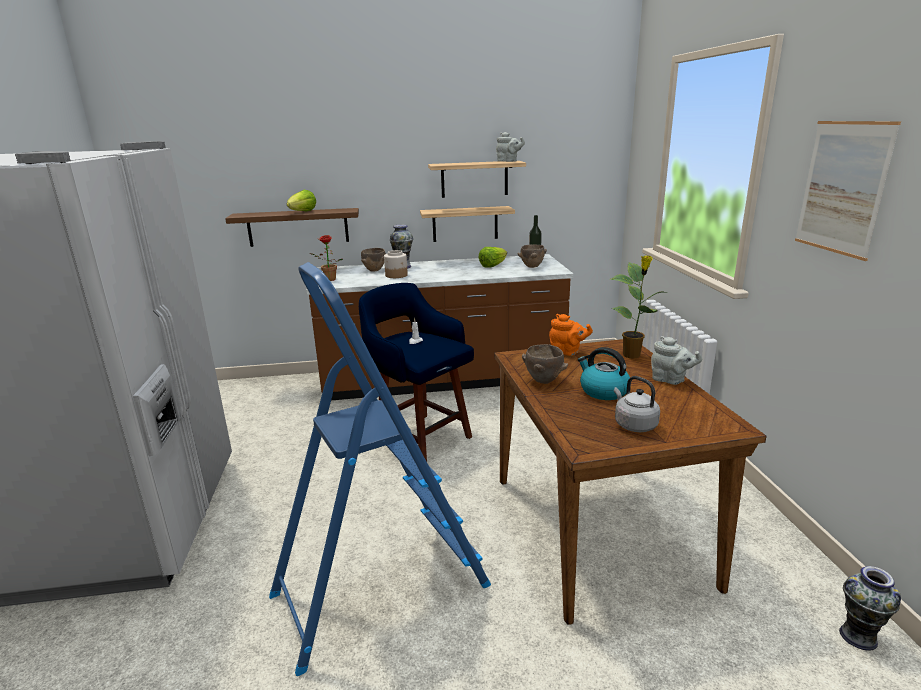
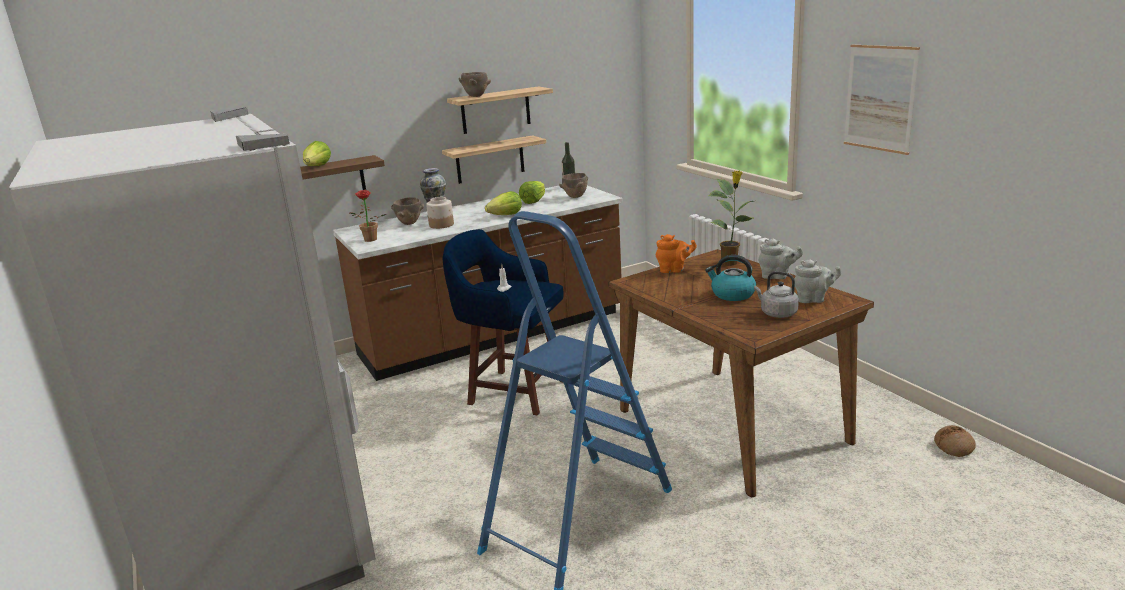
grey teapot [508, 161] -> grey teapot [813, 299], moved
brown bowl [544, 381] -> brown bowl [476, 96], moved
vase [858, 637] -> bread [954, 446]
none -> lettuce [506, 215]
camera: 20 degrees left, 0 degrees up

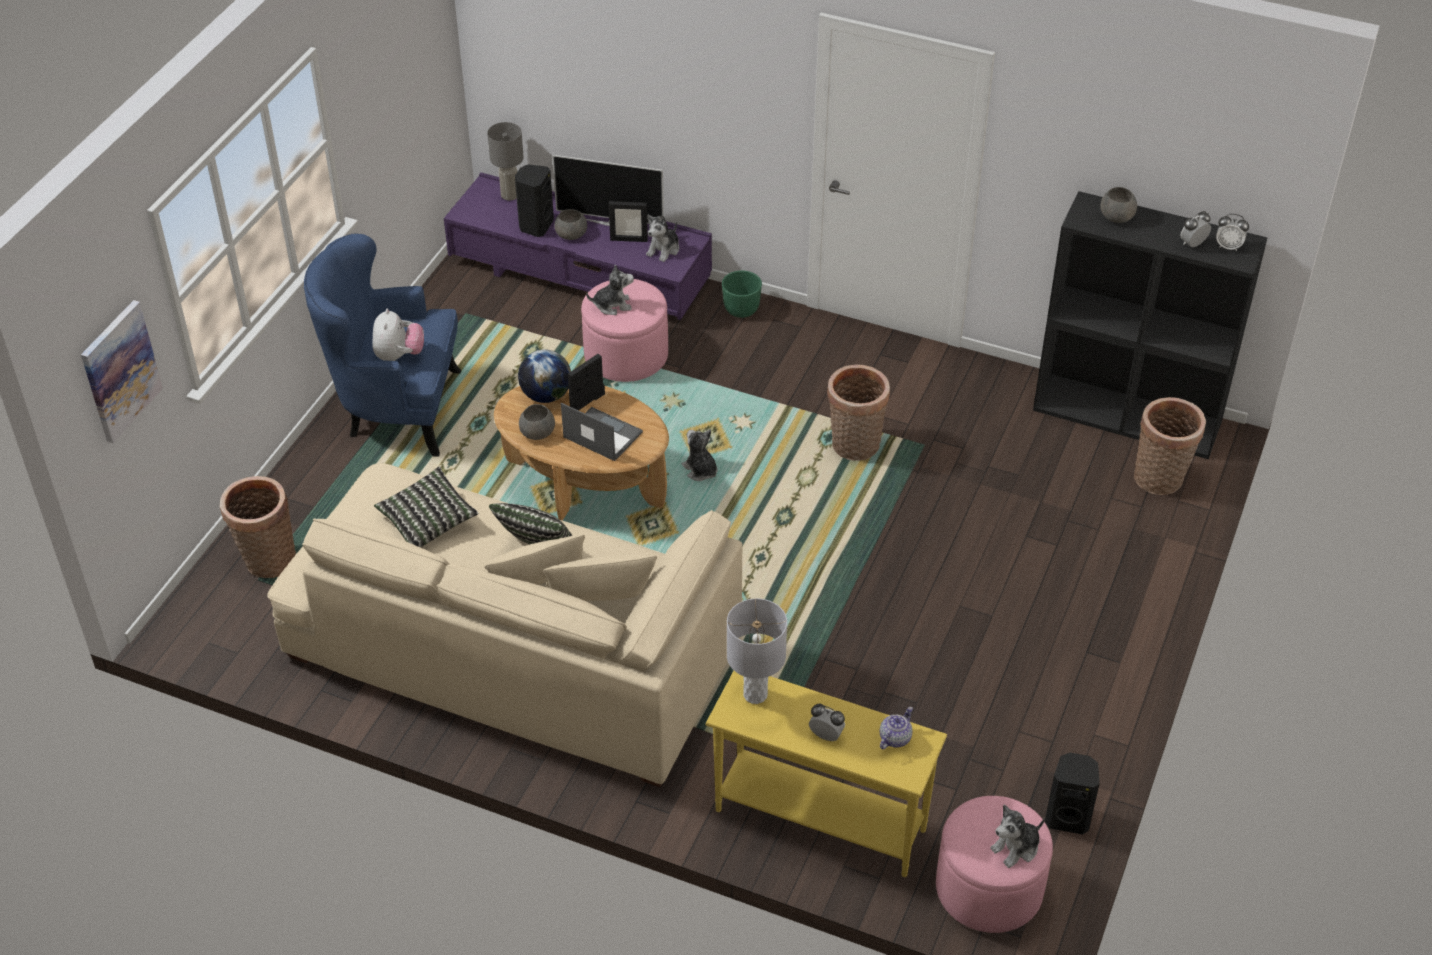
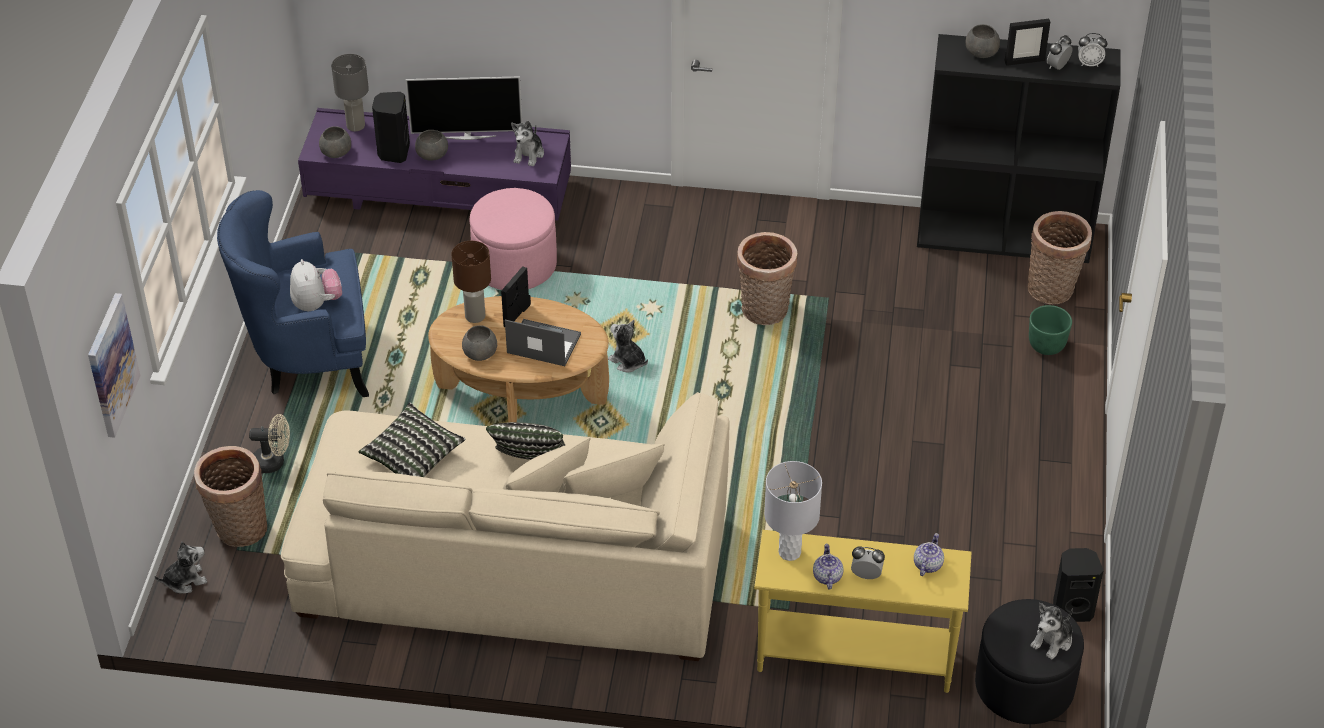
picture frame [629, 239] -> picture frame [1024, 61], moved
plush toy [612, 305] -> plush toy [185, 580], moved
green planter [741, 310] -> green planter [1047, 346], moved
globe [546, 395] -> brown table lamp [474, 316]
pink ottoman [989, 889] -> black ottoman [1024, 686]
none -> grey bowl [335, 152]
none -> beige fan [274, 462]
none -> teapot [827, 576]
camera: 15 degrees left, 0 degrees up

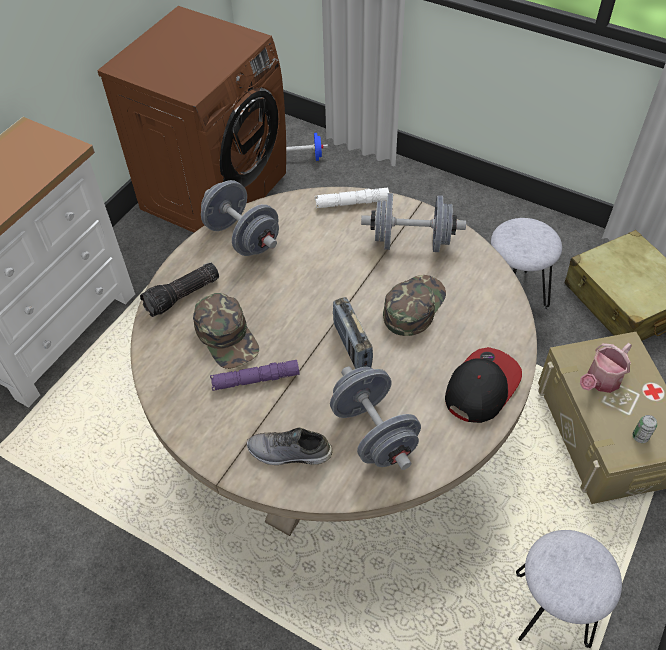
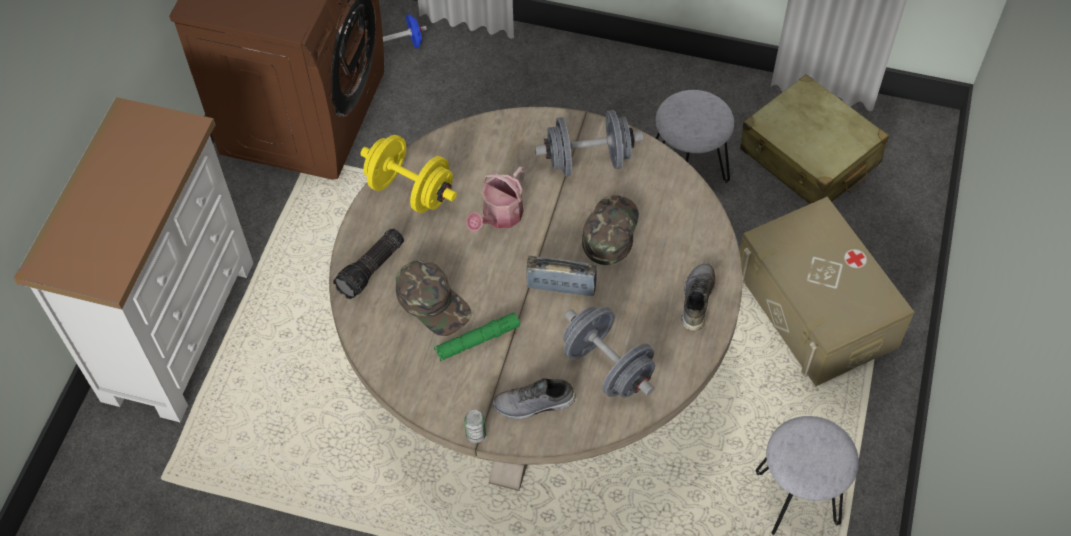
grey dumbbell [242, 237] -> yellow dumbbell [410, 191]
white flashlight [352, 203] -> none
radio [352, 347] -> radio [561, 287], 135 degrees clockwise
watering can [600, 381] -> watering can [499, 217], moved
cap [481, 387] -> grey shoe [696, 300]
purple flashlight [255, 379] -> green flashlight [477, 340]
can [640, 436] -> can [475, 434], moved
camera: 15 degrees left, 5 degrees up

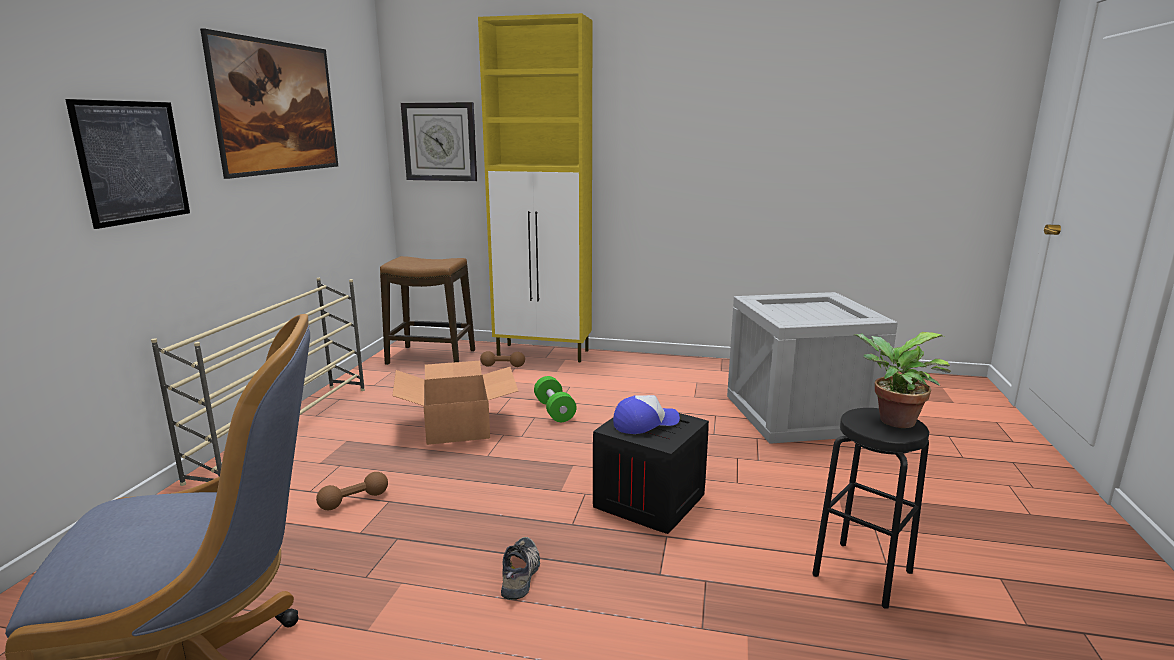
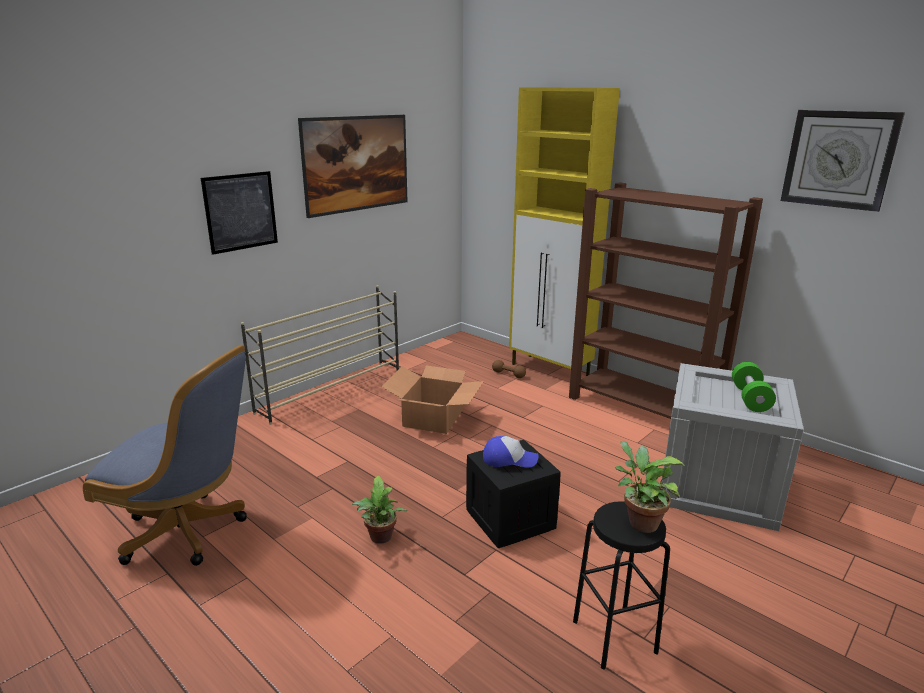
wall clock [440, 142] -> wall clock [839, 159], moved
stool [431, 357] -> none
green dumbbell [554, 411] -> green dumbbell [750, 398], moved
brown dumbbell [354, 501] -> none
shoe [521, 574] -> potted plant [380, 539]
none -> brown bookcase [643, 408]
camera: 30 degrees right, 5 degrees up

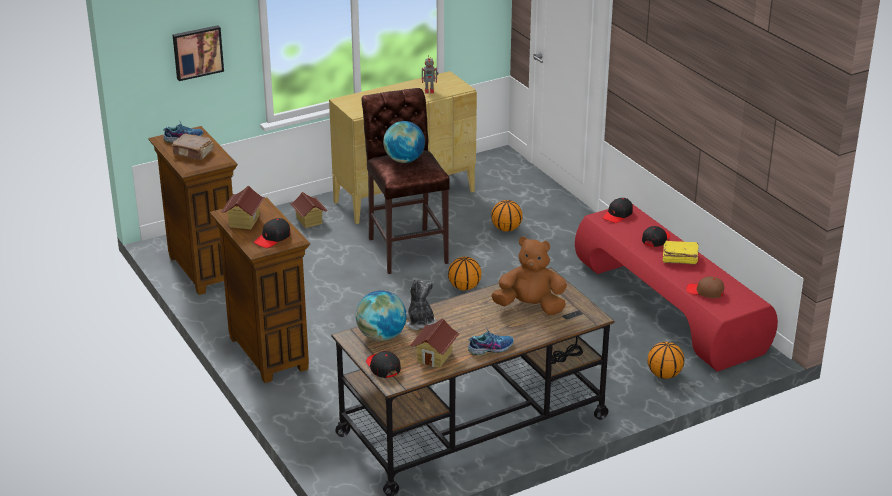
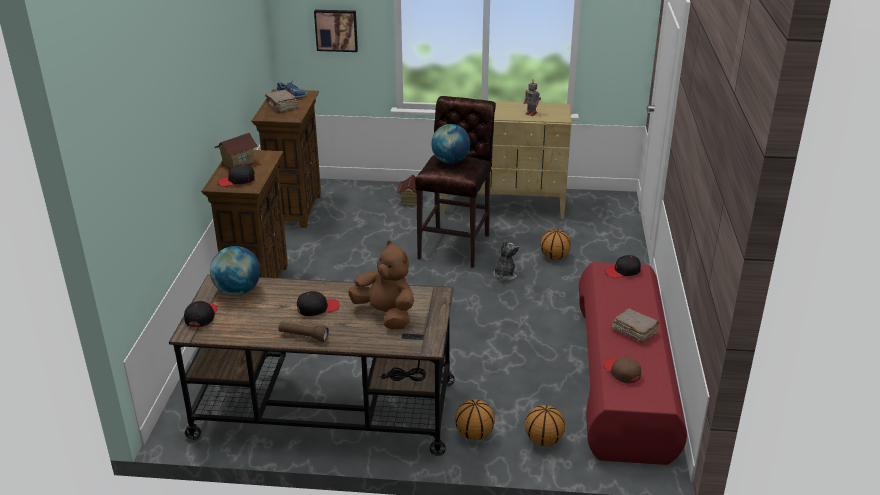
black cap [655, 239] -> black cap [317, 308], moved
yellow book [679, 259] -> brown book [634, 331]
basketball [465, 287] -> basketball [475, 434], moved
plush toy [420, 322] -> plush toy [505, 274], moved
toy house [435, 357] -> none
shoe [490, 348] -> brown flashlight [303, 336]
camera: 35 degrees right, 0 degrees up

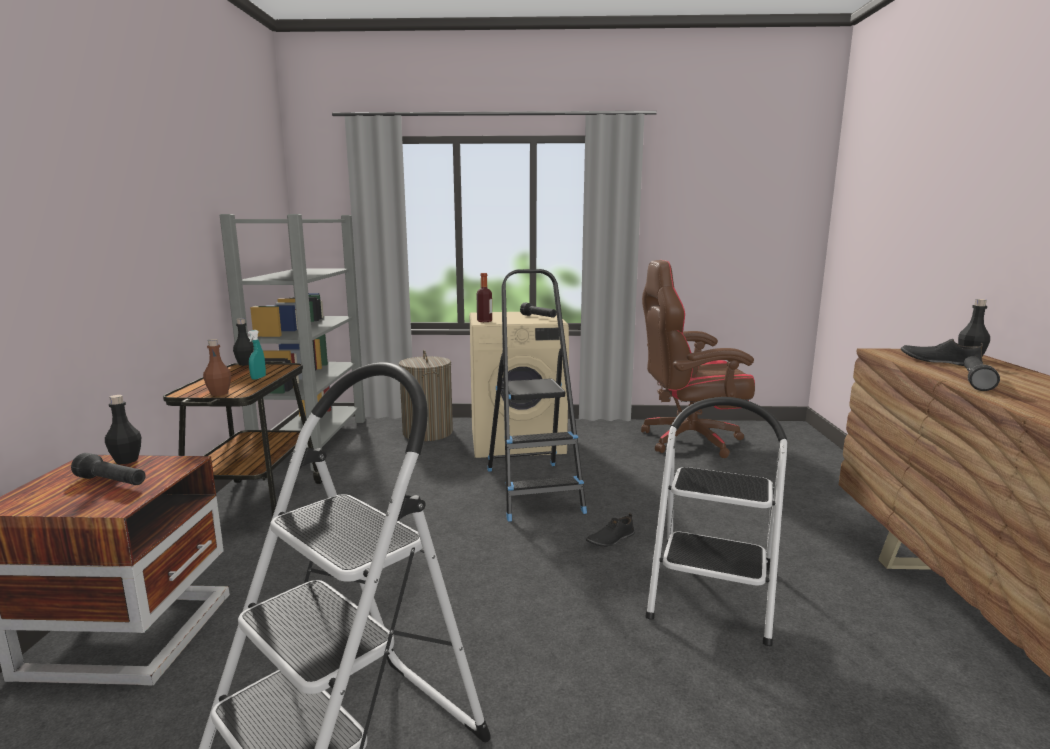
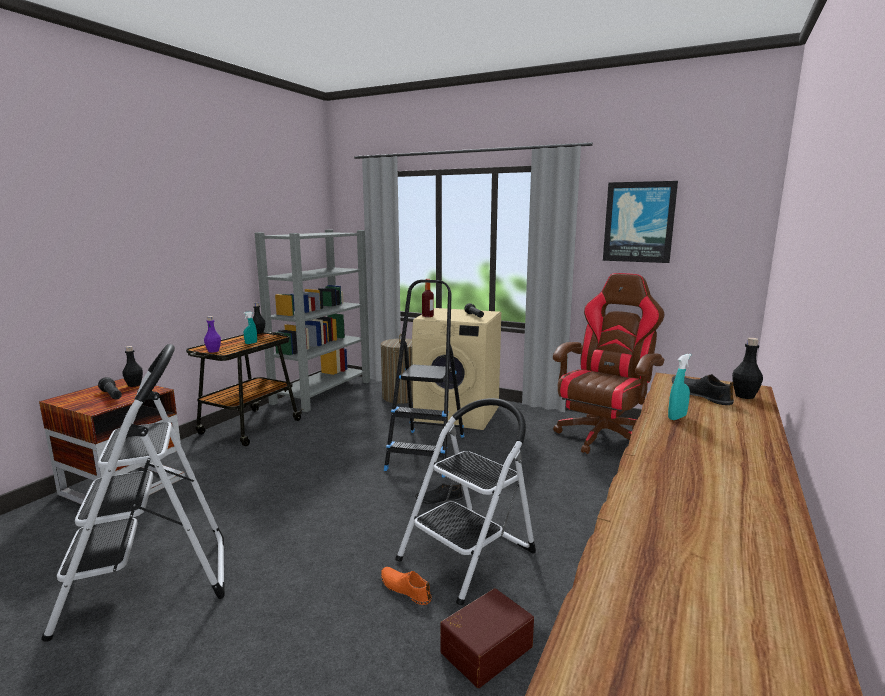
brown office chair [690, 440] -> brown office chair [602, 437], 105 degrees clockwise
brown bottle [219, 393] -> purple bottle [213, 351]
black flashlight [975, 381] -> turquoise spray bottle [677, 417]
none -> picture [639, 222]
none -> orange shoe [405, 589]
none -> brown storage box [485, 648]
camera: 25 degrees right, 0 degrees up

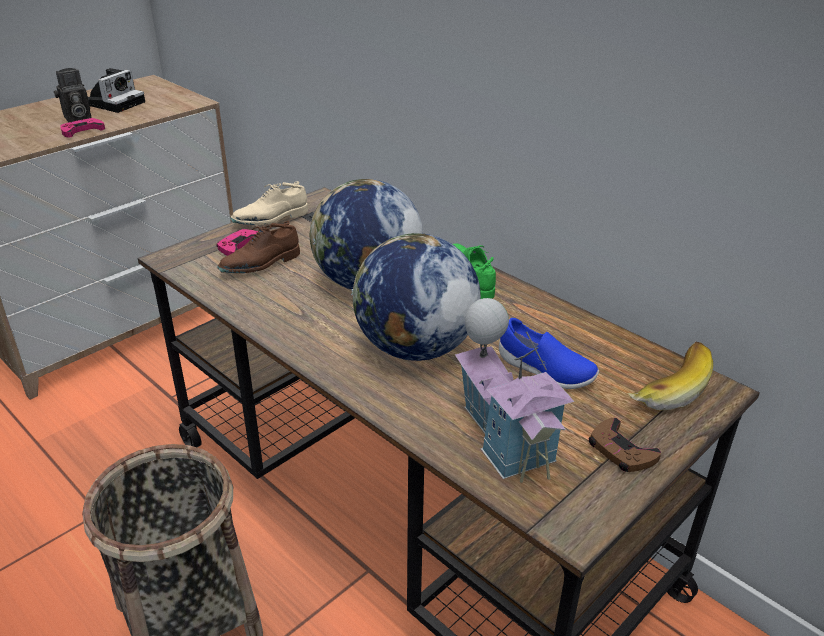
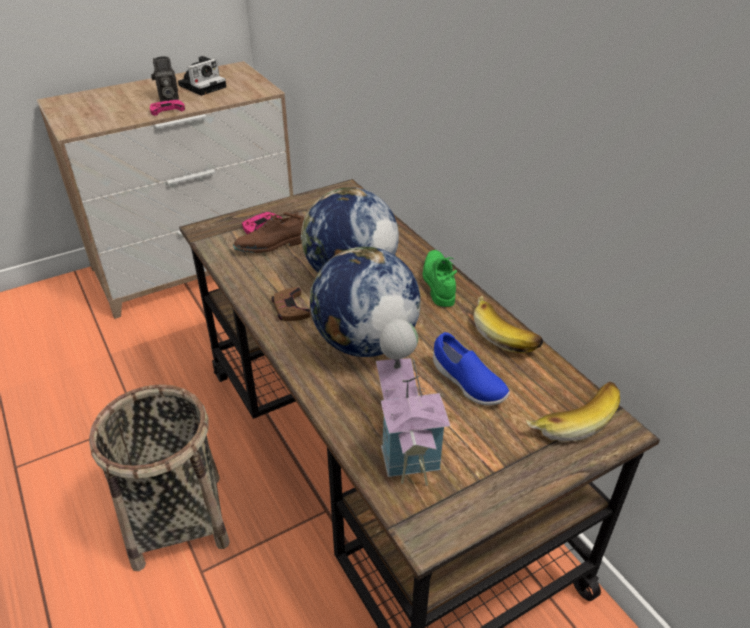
beige shoe [271, 219] -> none
brown game controller [621, 451] -> brown game controller [290, 308], moved
none -> banana [506, 334]
camera: 15 degrees right, 5 degrees up

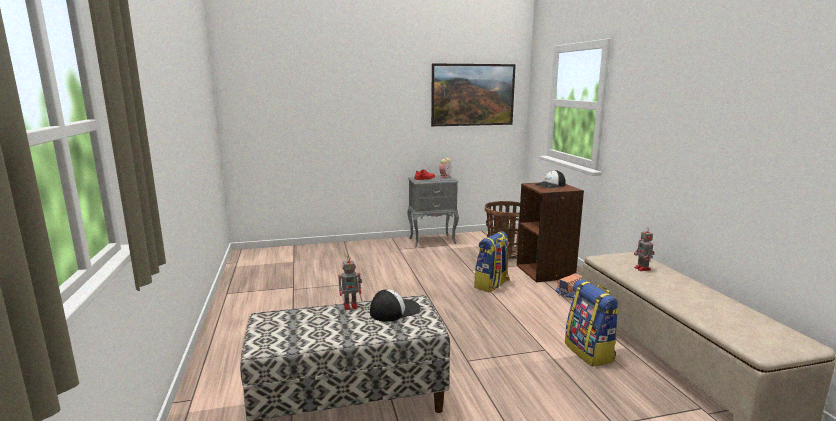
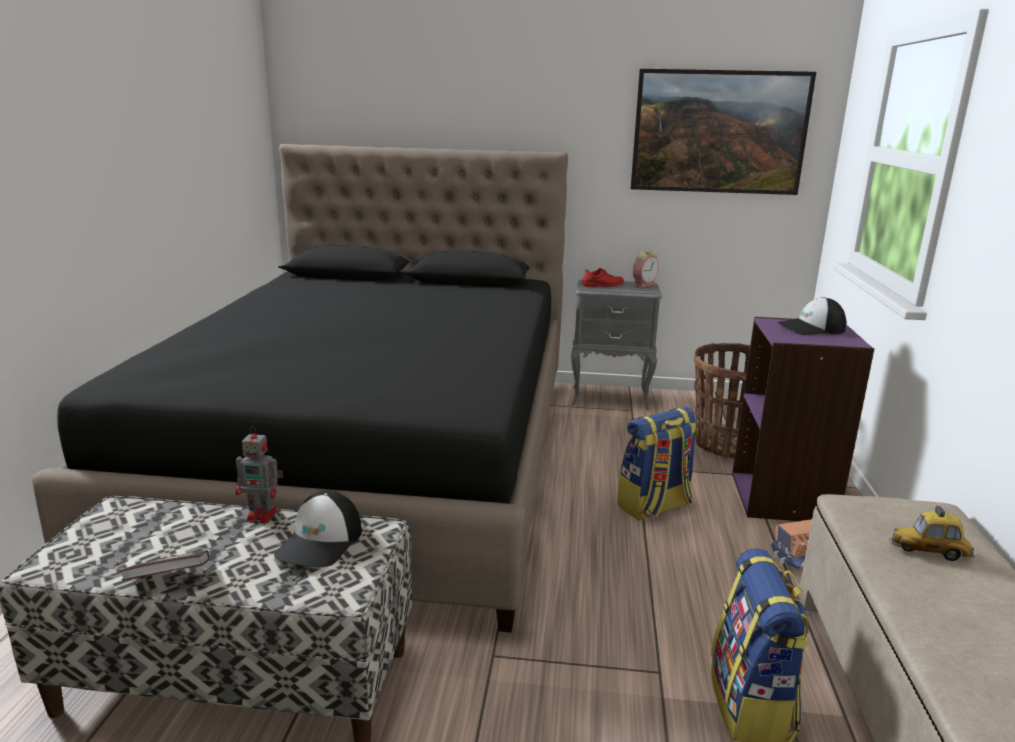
brown bookcase [546, 272] -> purple bookcase [783, 498]
toy robot [643, 269] -> toy car [929, 552]
cap [394, 310] -> cap [321, 542], 120 degrees clockwise
none -> black bed [376, 459]
none -> book [169, 579]
camera: 20 degrees right, 5 degrees up

